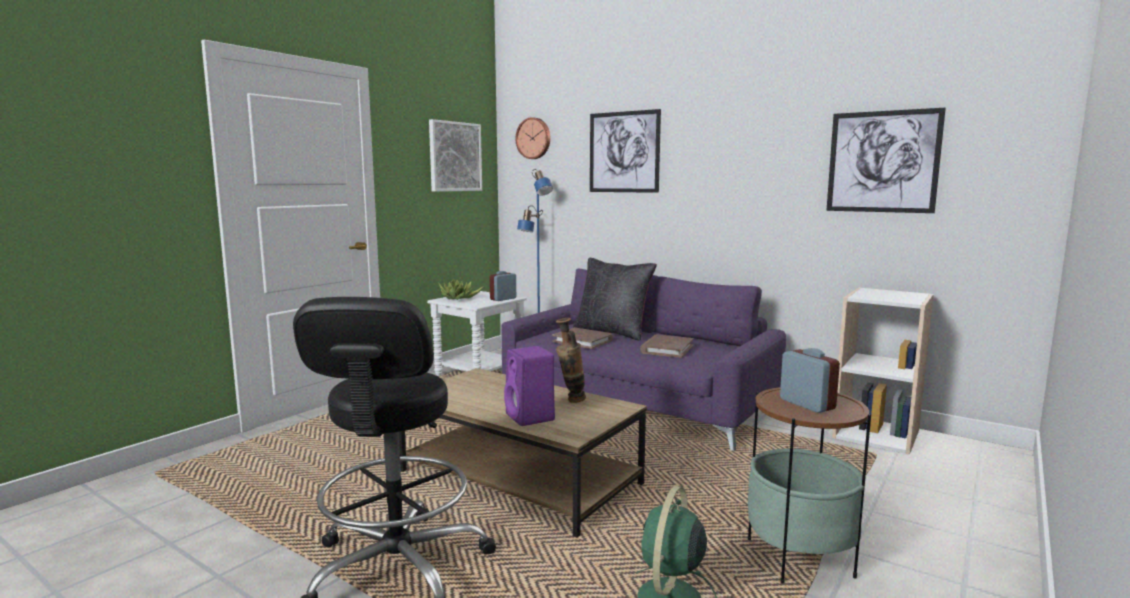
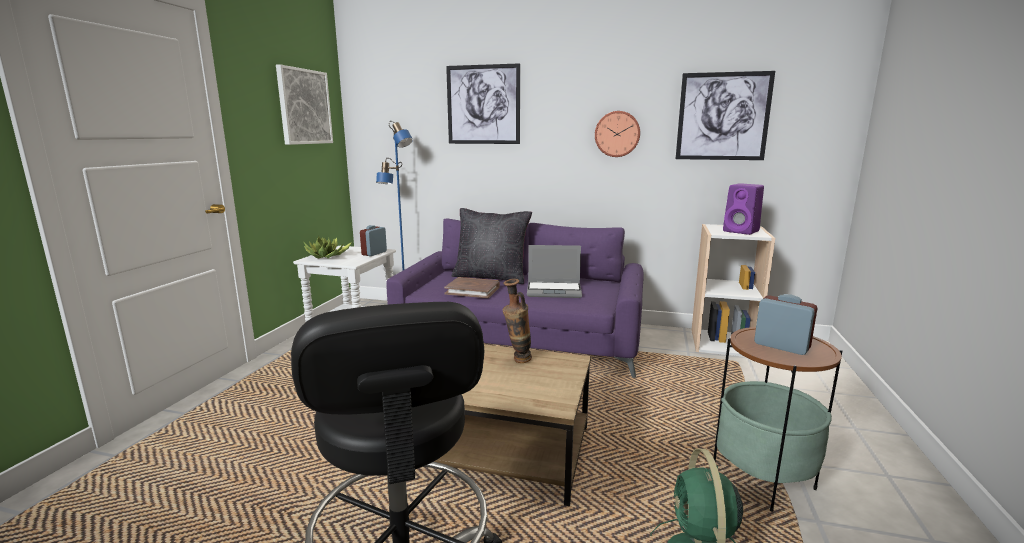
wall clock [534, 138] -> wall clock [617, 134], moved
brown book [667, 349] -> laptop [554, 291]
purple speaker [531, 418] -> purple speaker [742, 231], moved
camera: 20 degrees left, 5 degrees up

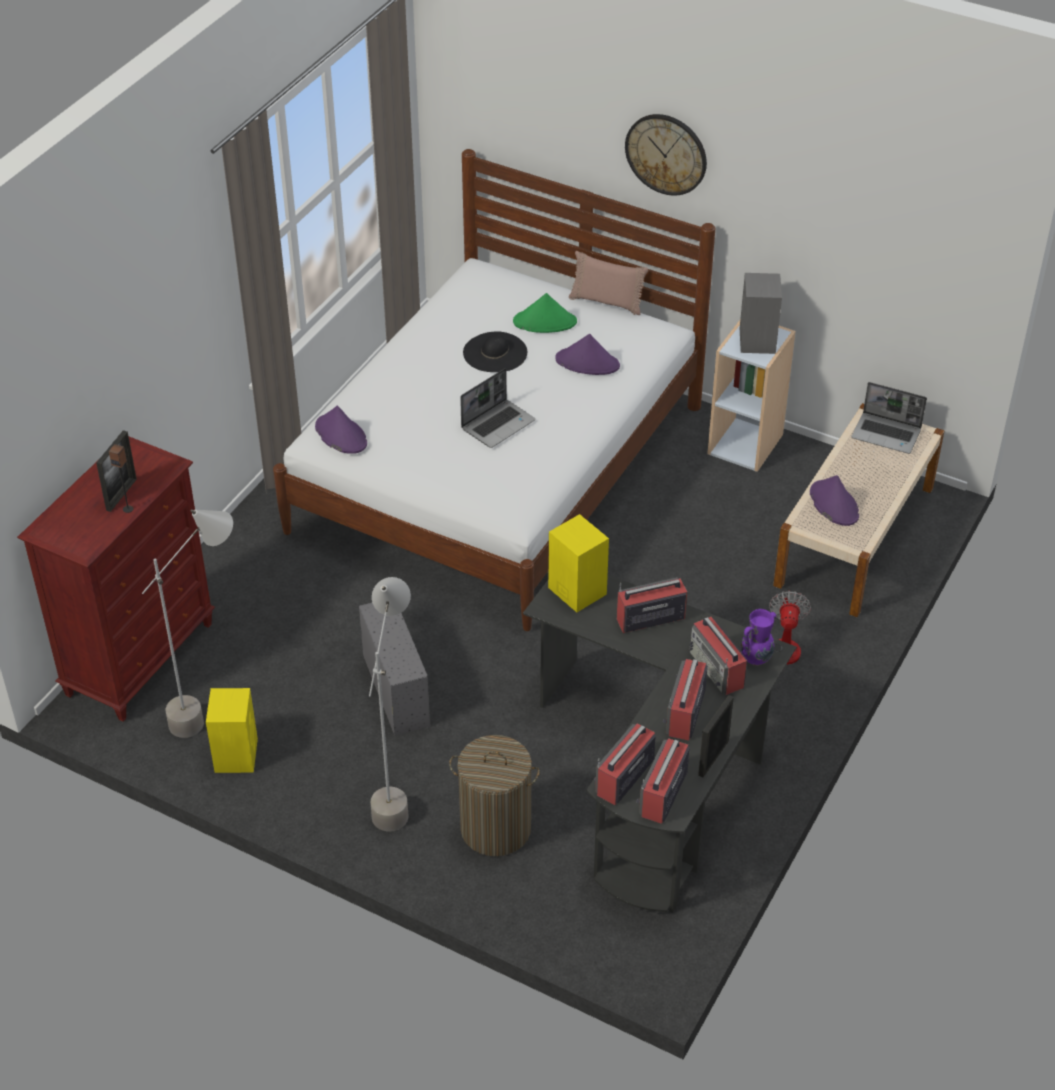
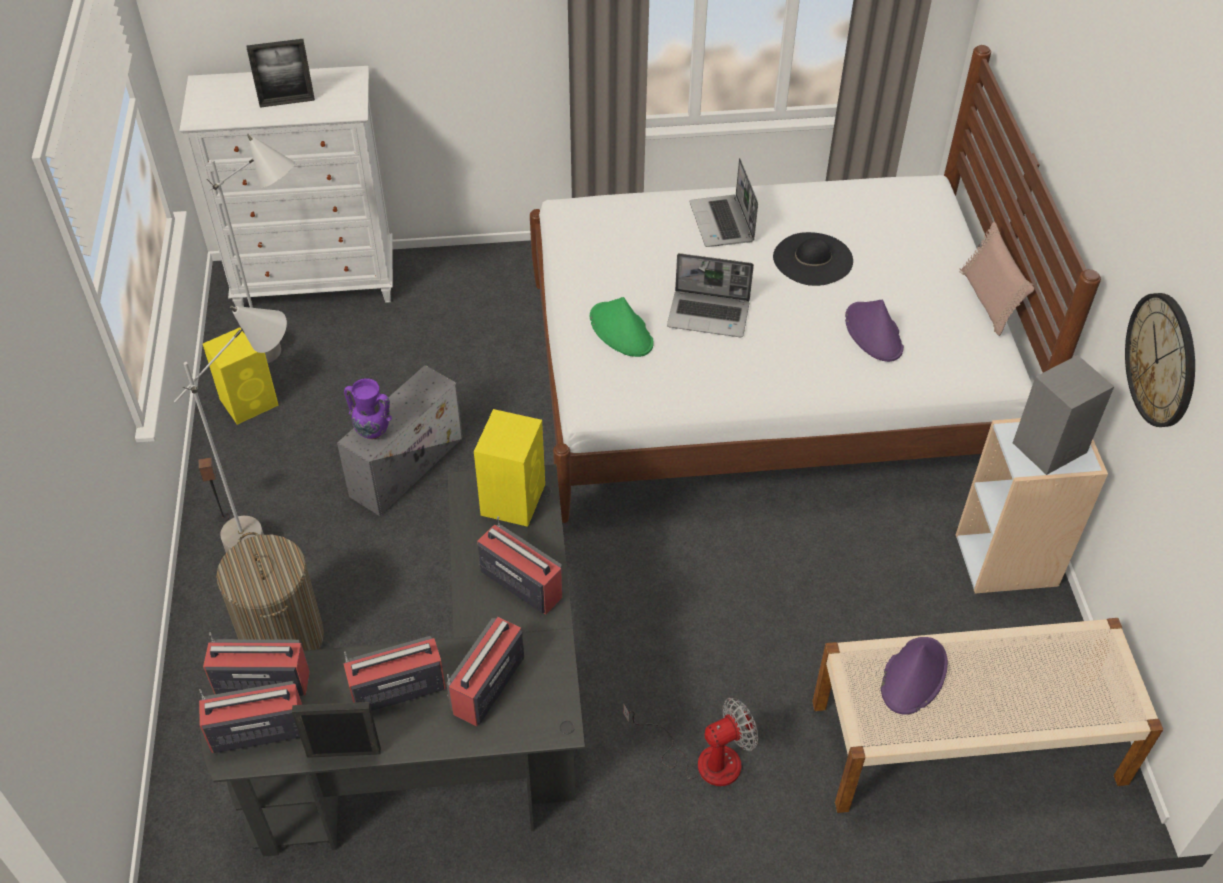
wall clock [666, 154] -> wall clock [1162, 360], moved
green hat [545, 322] -> green hat [621, 331], moved
laptop [887, 434] -> laptop [723, 223], moved
purple hat [340, 435] -> none
red dresser [140, 658] -> white dresser [317, 282]
speaker [128, 509] -> speaker [223, 517], moved
purple vase [756, 659] -> purple vase [373, 432], moved
camera: 55 degrees right, 5 degrees up

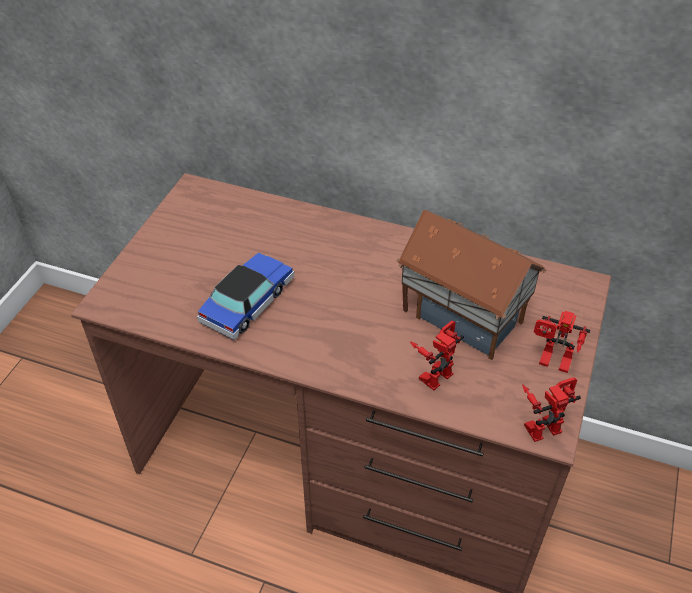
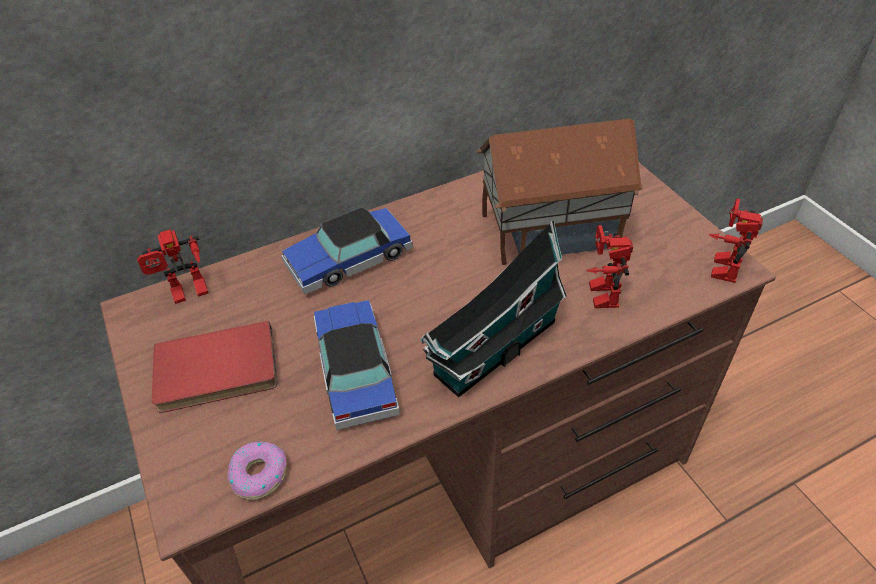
toy robot [552, 363] -> toy robot [188, 295], moved
none -> toy car [349, 259]
none -> toy house [491, 351]
none -> red book [217, 372]
none -> donut [258, 474]
camera: 45 degrees left, 0 degrees up

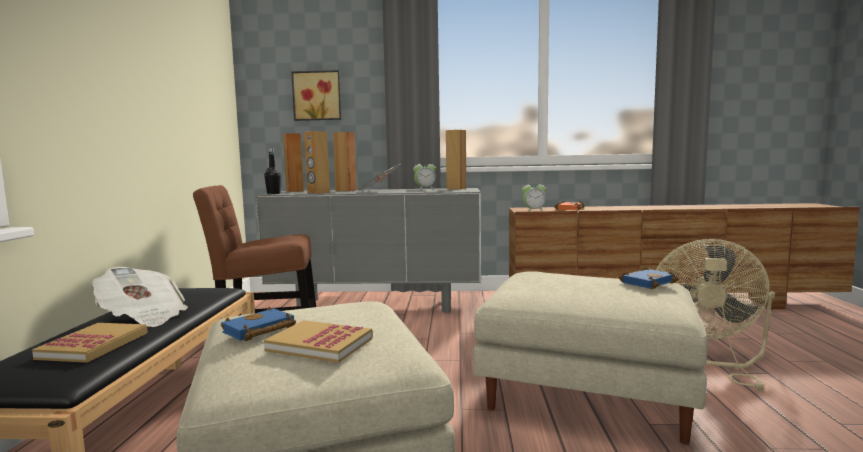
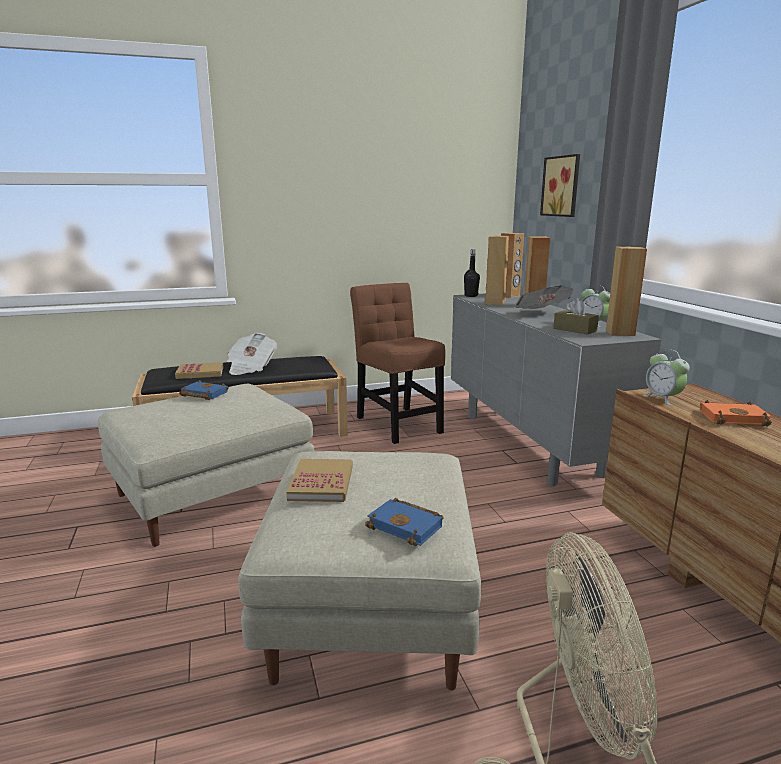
book [320, 344] -> book [321, 483], moved
none -> brown tissue box [575, 330]
camera: 70 degrees right, 10 degrees up

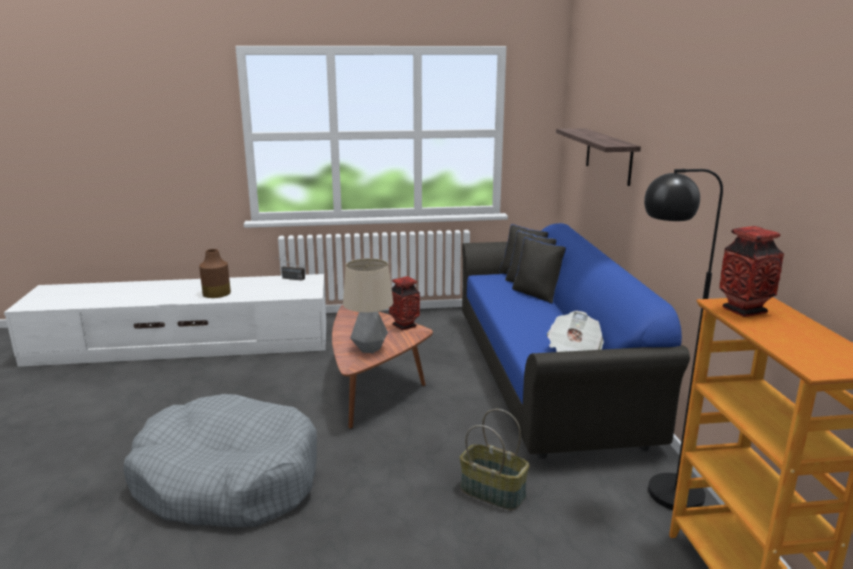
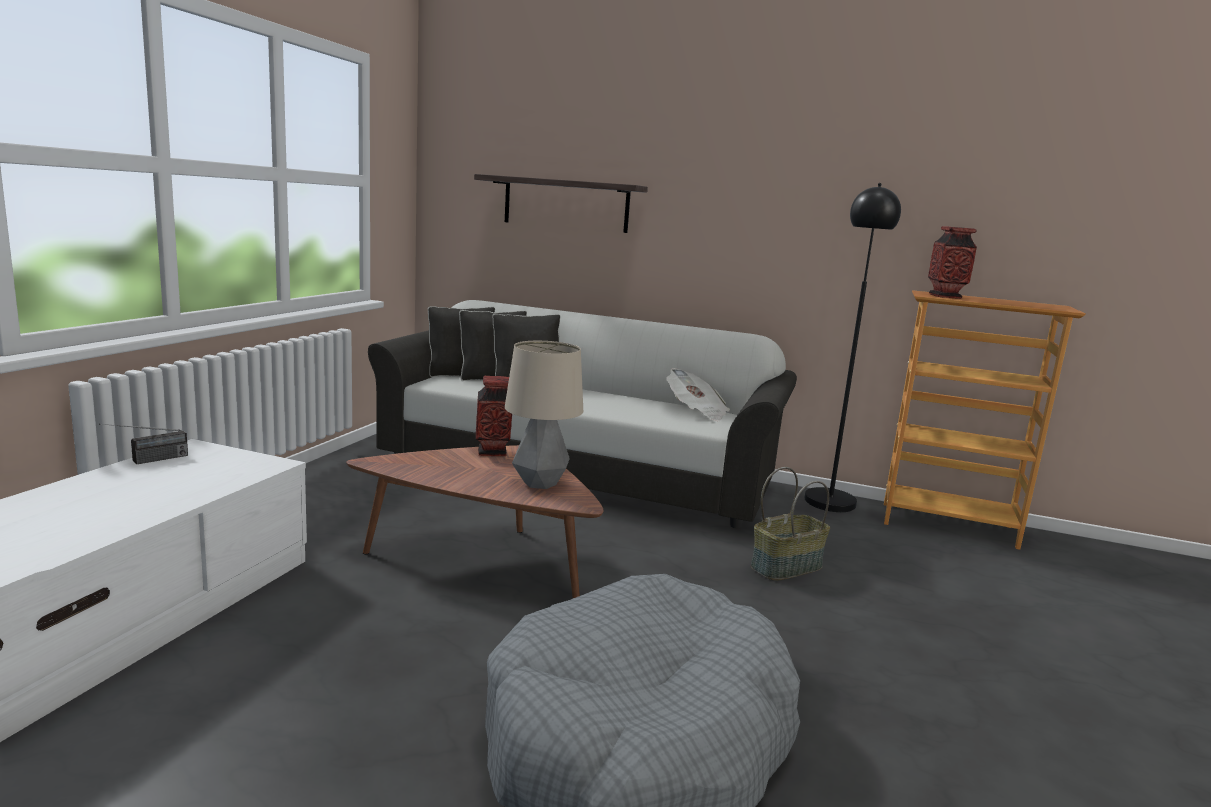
blue sofa [546, 375] -> white sofa [579, 473]
brown vase [217, 293] -> none
camera: 65 degrees left, 5 degrees down

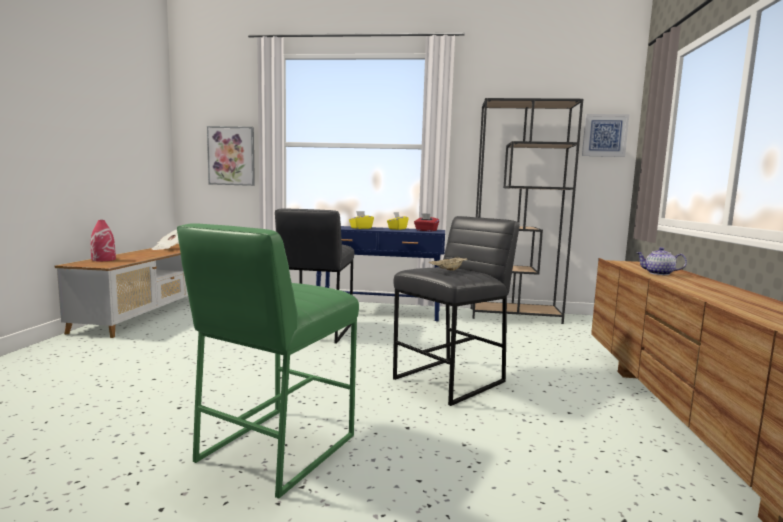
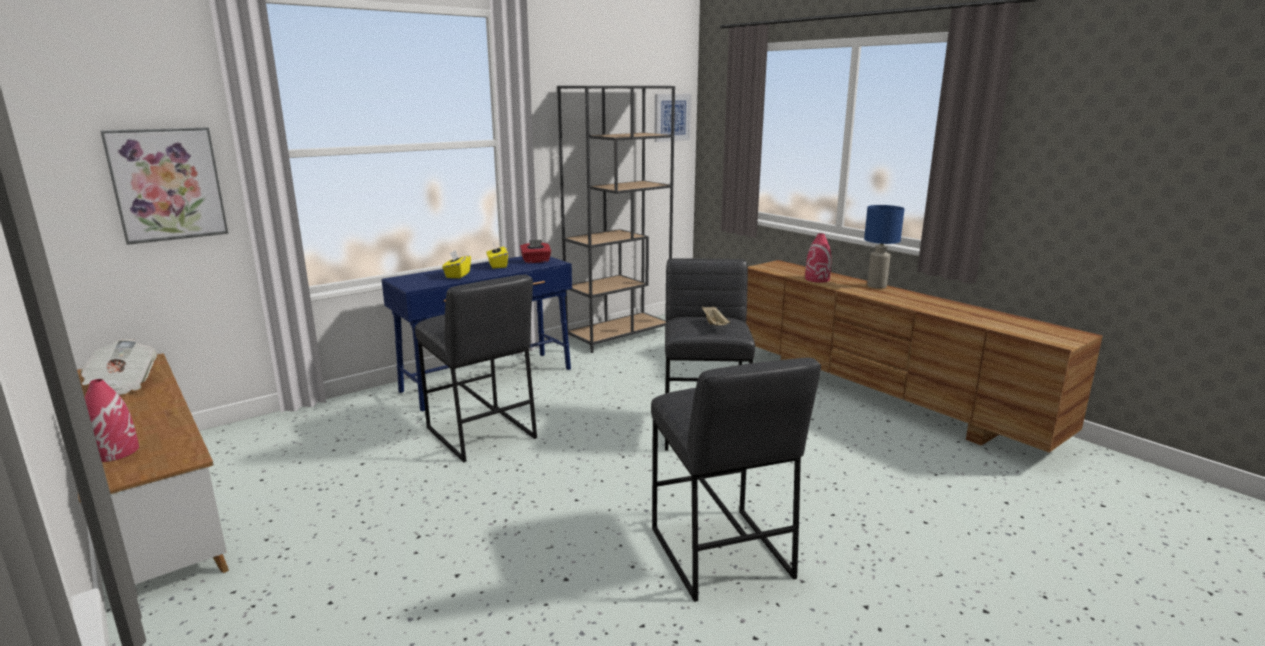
green stool [275, 449] -> grey stool [721, 554]
teapot [658, 273] -> red vase [817, 279]
none -> blue table lamp [877, 286]
camera: 45 degrees left, 10 degrees up

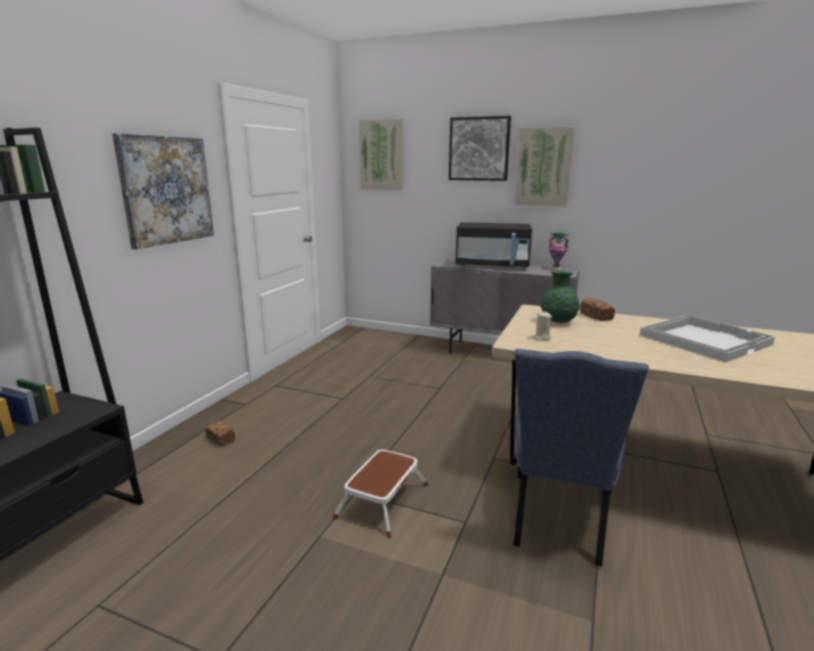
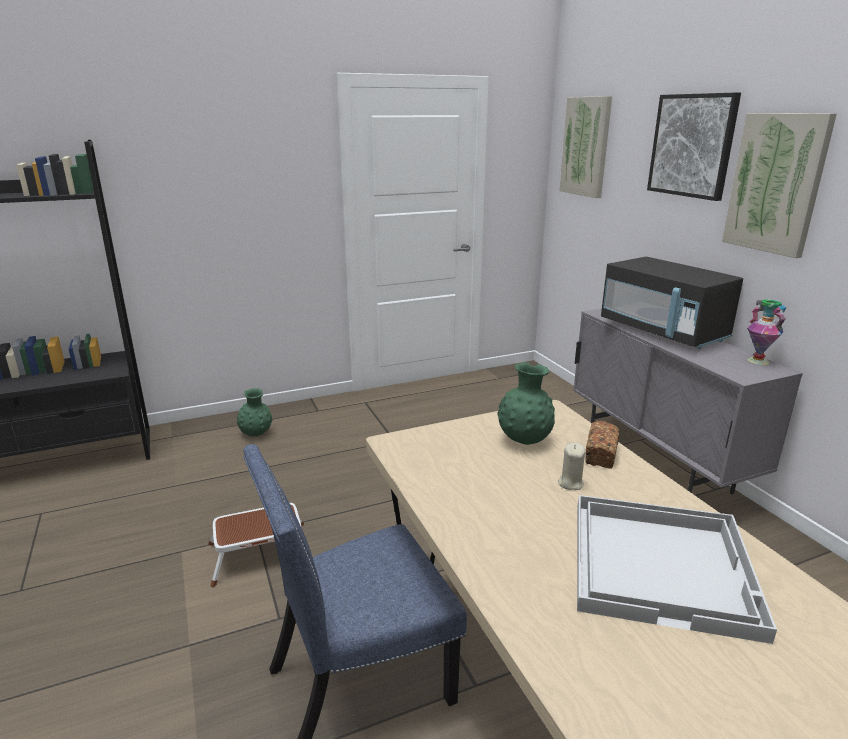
picture [166, 190] -> none
beige candle [541, 338] -> beige candle [570, 483], moved
bread [220, 439] -> green vase [256, 434]
camera: 45 degrees right, 5 degrees up

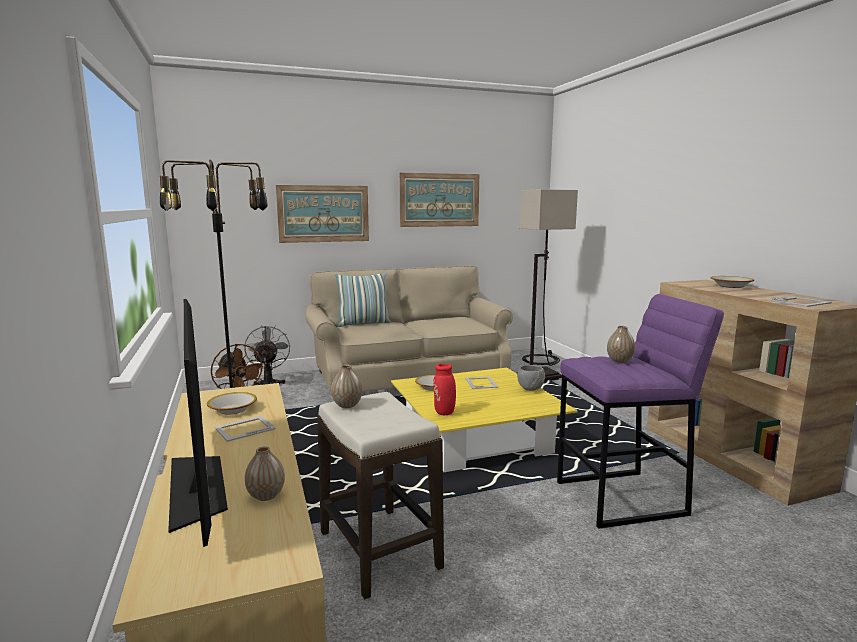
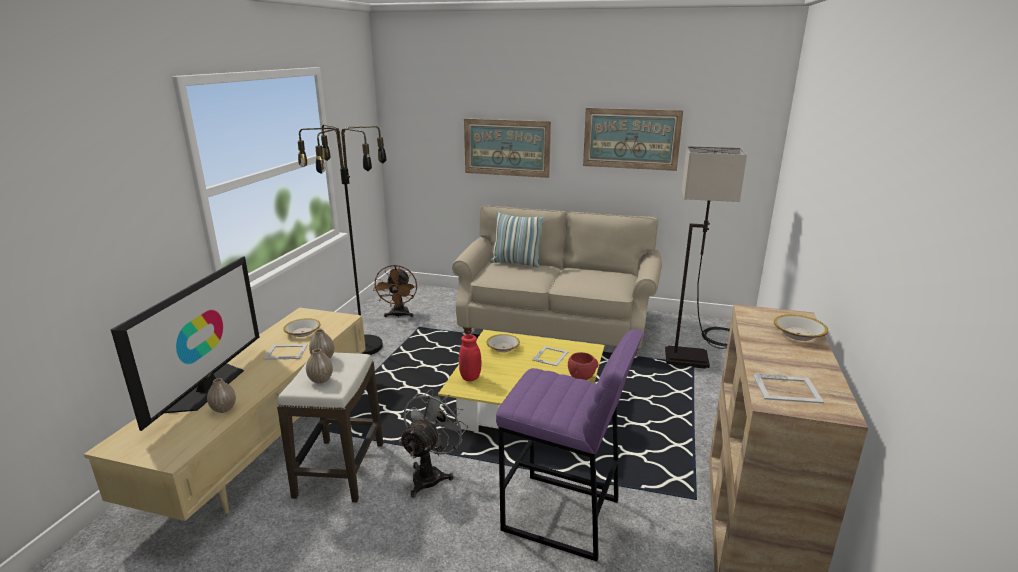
grey fan [269, 384] -> grey fan [431, 474], moved
vase [619, 360] -> vase [321, 380], moved
grey bowl [530, 389] -> red bowl [581, 378]
camera: 35 degrees right, 10 degrees up

